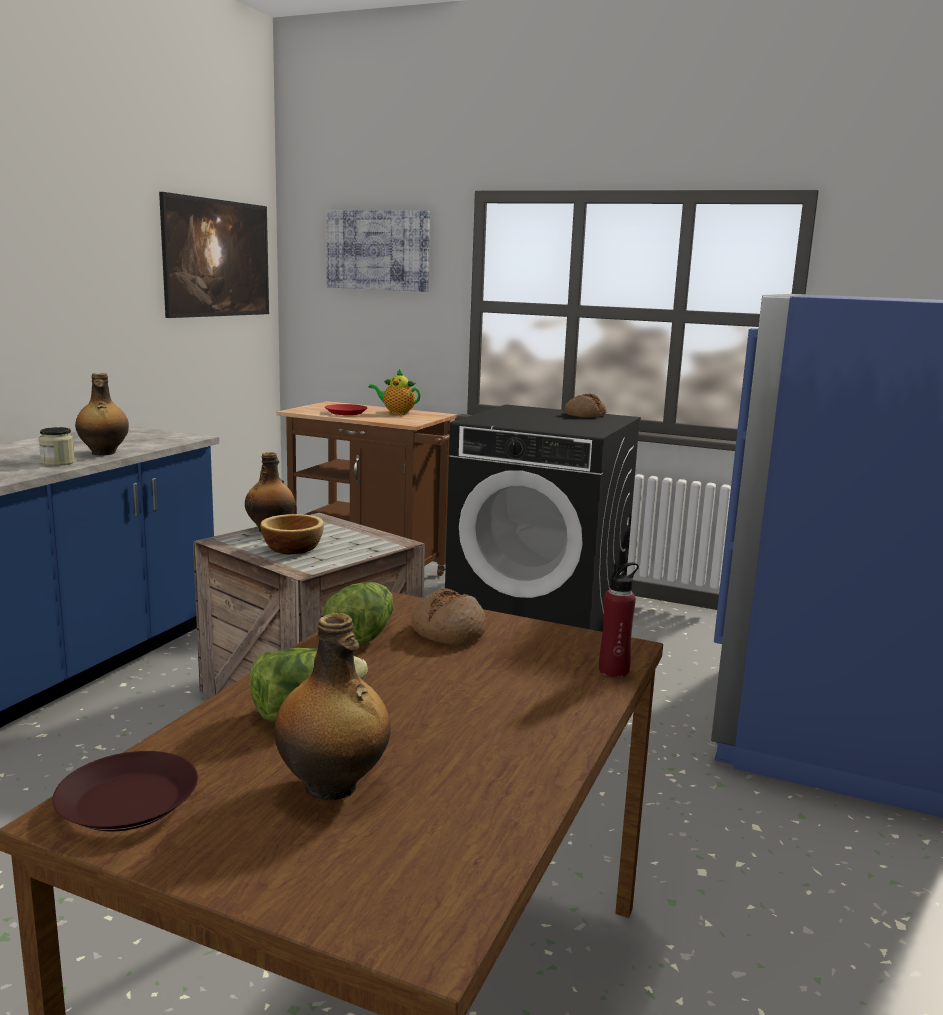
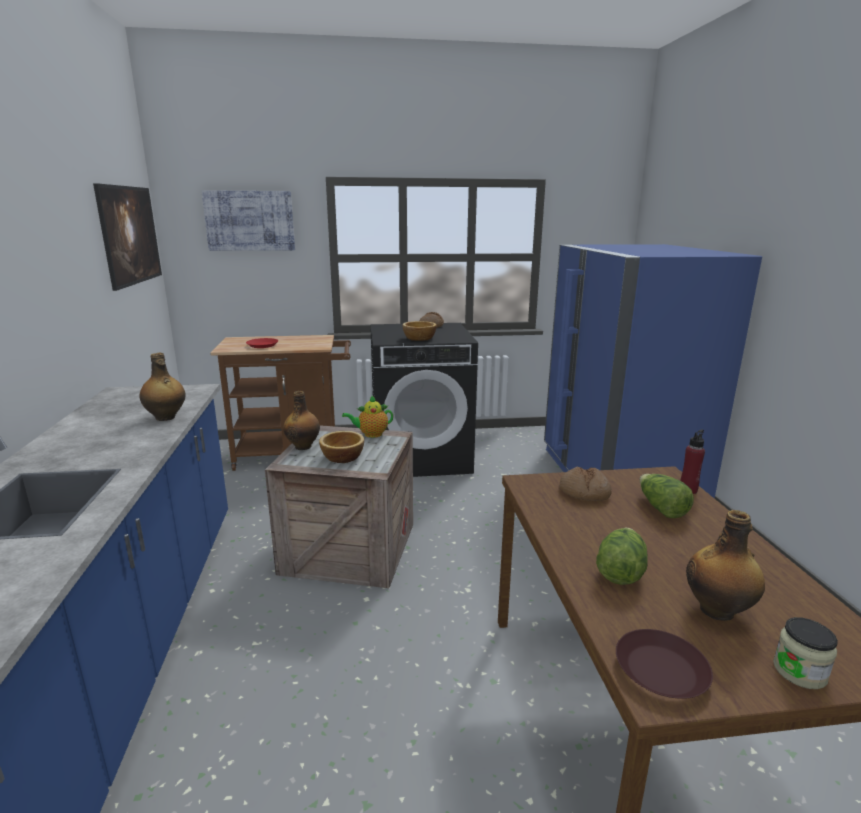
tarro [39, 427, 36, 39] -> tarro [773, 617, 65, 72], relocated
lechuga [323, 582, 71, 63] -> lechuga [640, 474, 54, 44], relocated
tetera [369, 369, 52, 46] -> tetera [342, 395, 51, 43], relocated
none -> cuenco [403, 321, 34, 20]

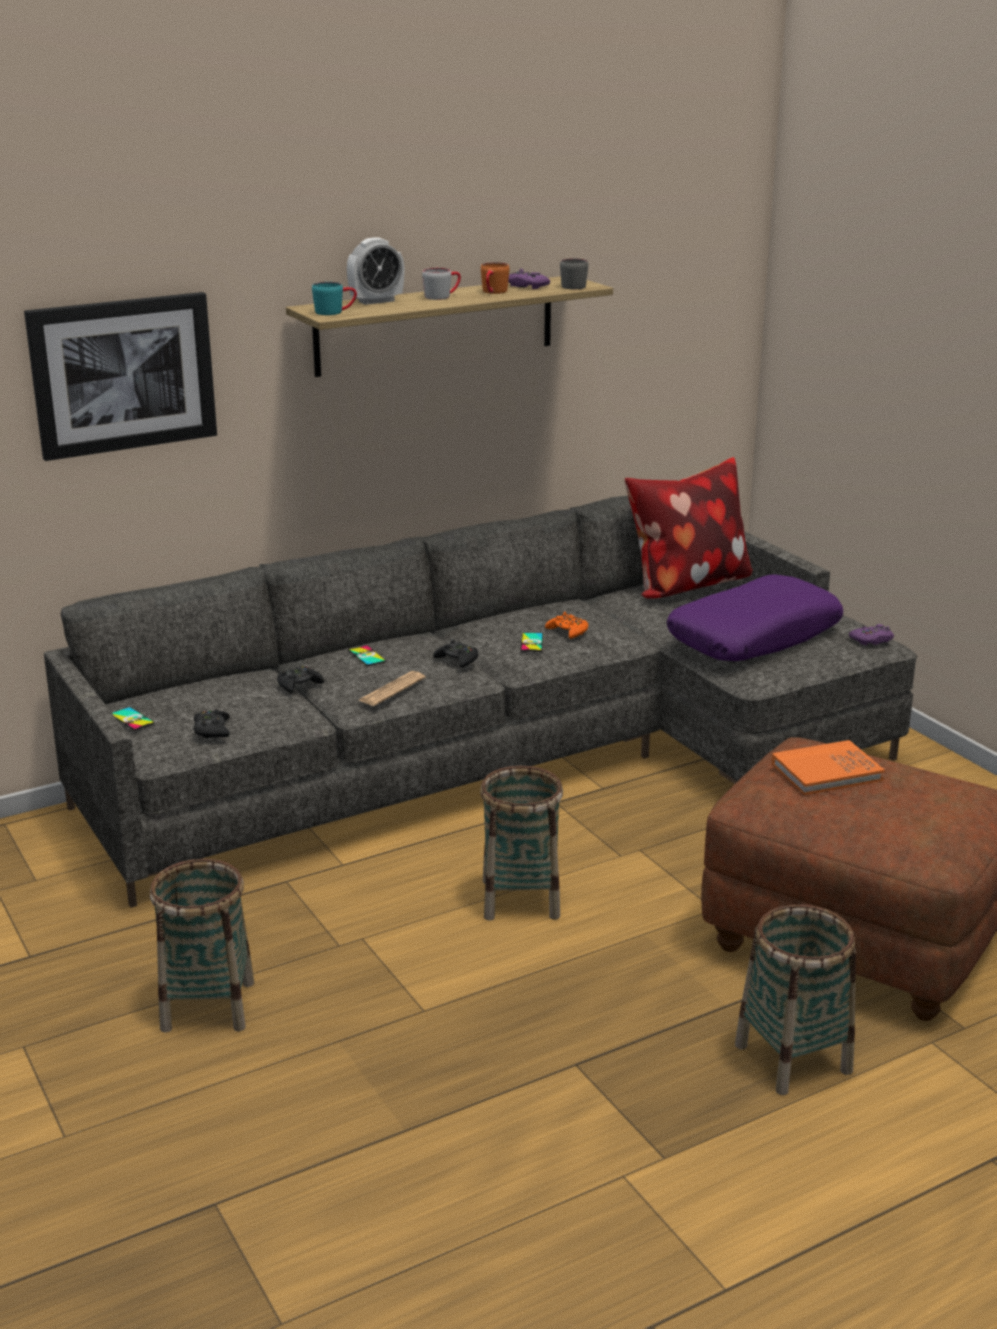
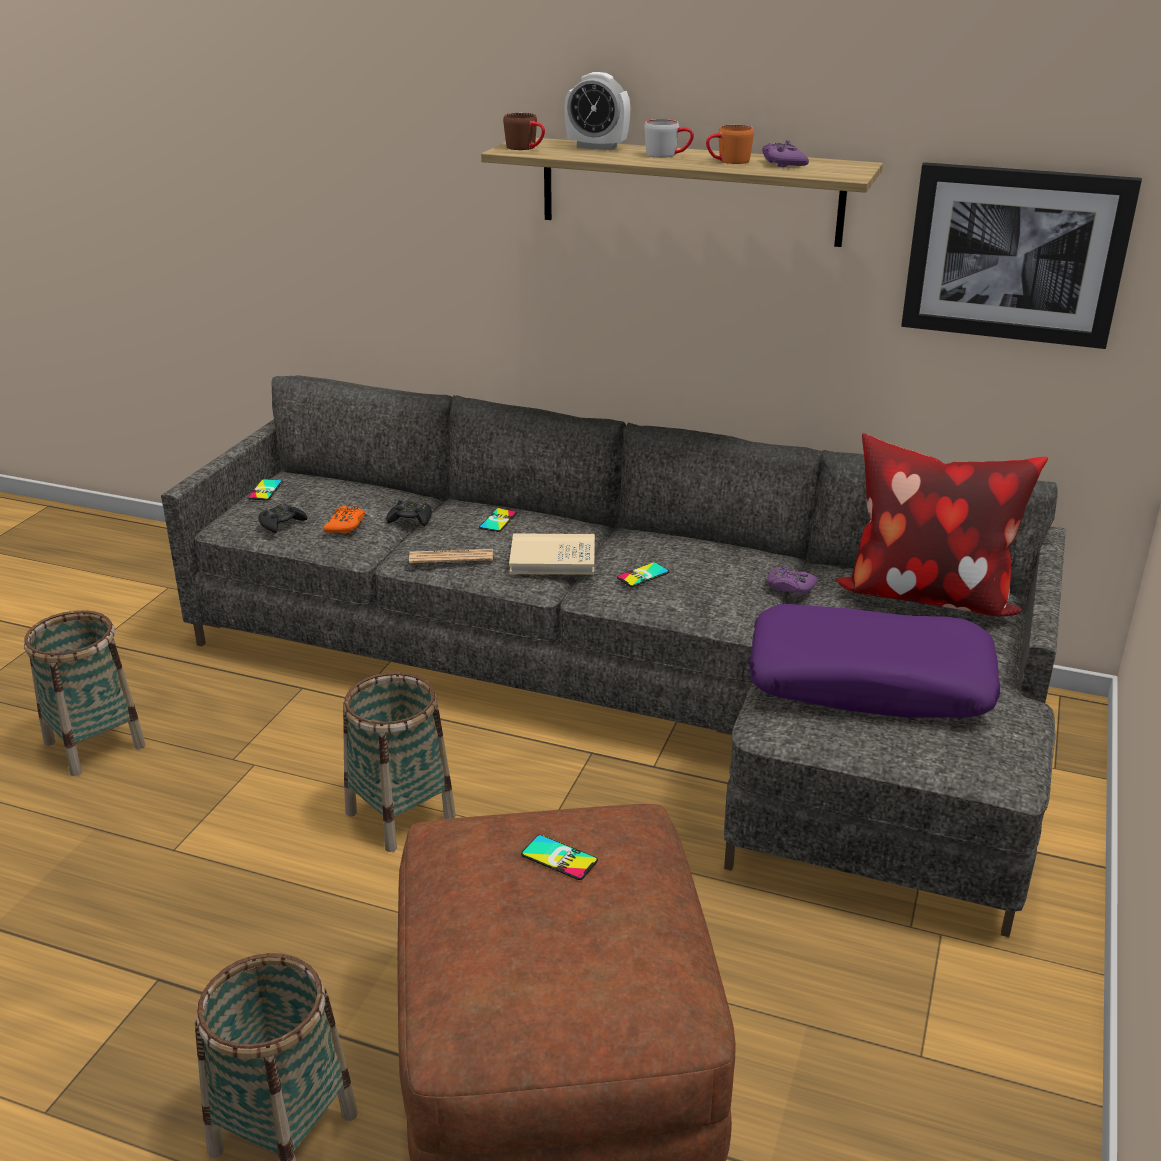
cuadro [24, 292, 193, 169] -> cuadro [901, 162, 241, 187], relocated
taza grande [turquesa] [312, 282, 45, 33] -> taza grande [marrón] [503, 113, 42, 37]
mando de consola [negro] [433, 639, 45, 29] -> libro [beis] [509, 533, 86, 42]
mando de consola [naranja] [545, 612, 43, 27] -> mando de consola [naranja] [323, 505, 42, 29], relocated
taza grande [gris] [560, 259, 28, 30] -> none
libro [naranja] [771, 740, 114, 55] -> móvil [521, 835, 77, 45]
mando de consola [morado] [849, 624, 45, 22] -> mando de consola [morado] [767, 566, 51, 29], relocated

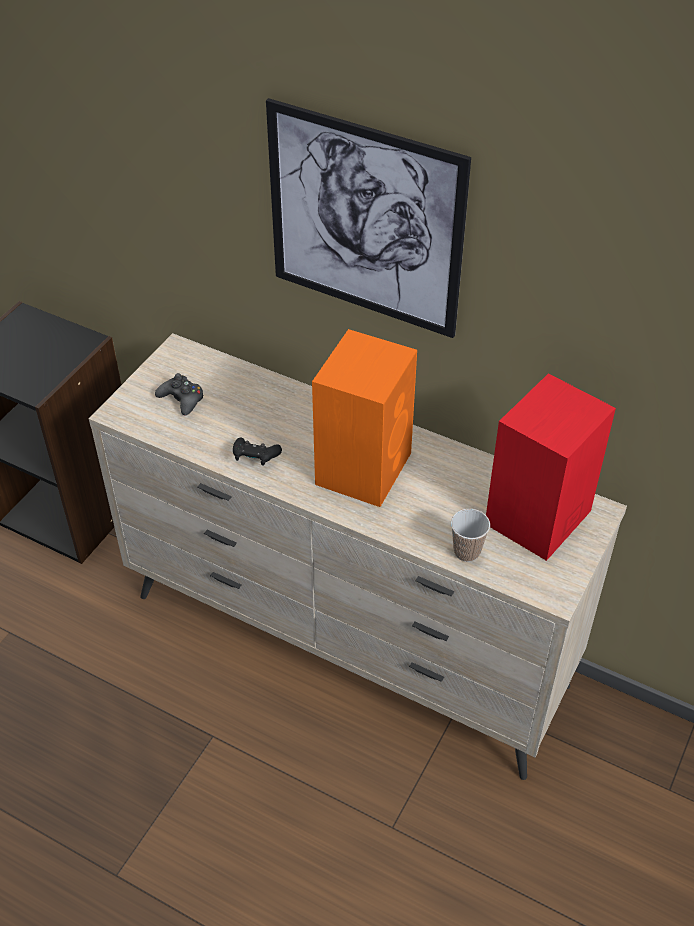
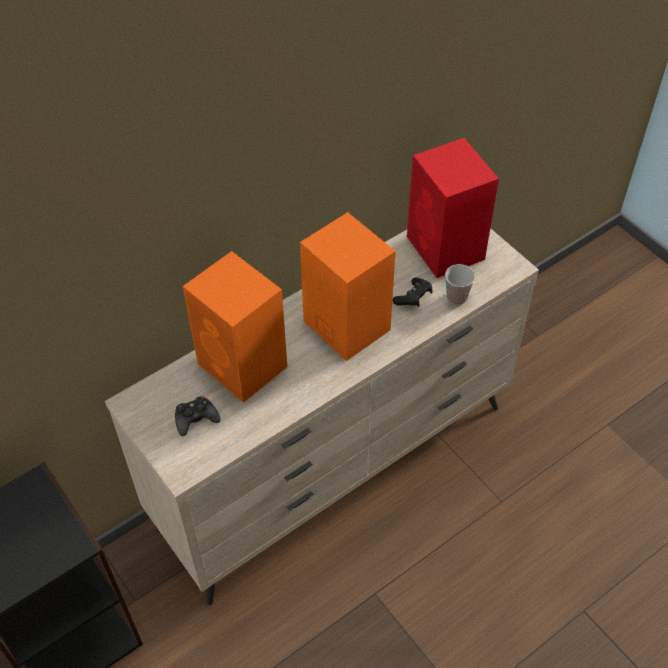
mando de consola [negro] [233, 438, 49, 28] -> mando de consola [negro] [393, 278, 39, 29], relocated
cuadro [266, 98, 205, 240] -> none
none -> altavoz [naranja] [183, 251, 104, 152]

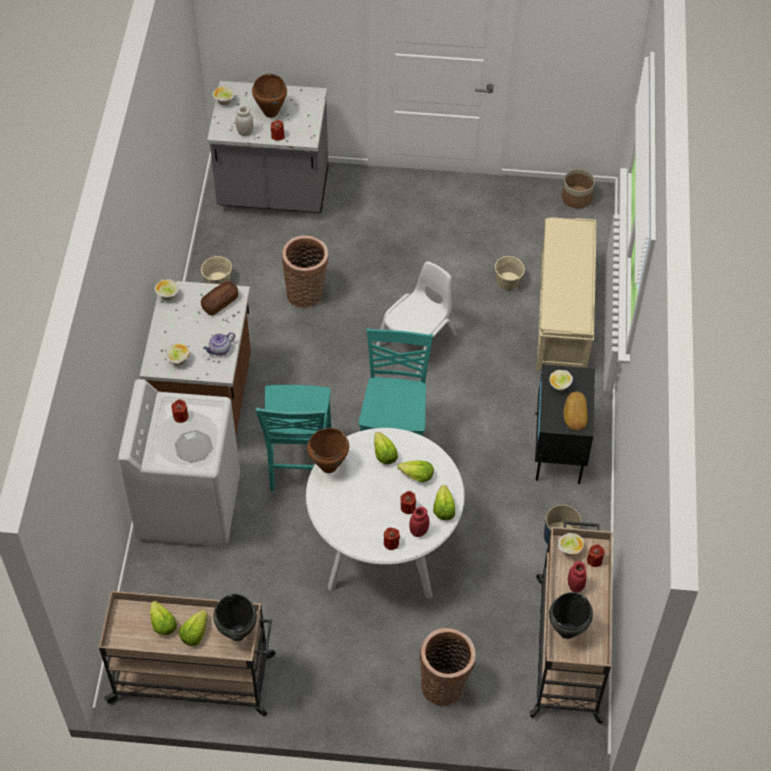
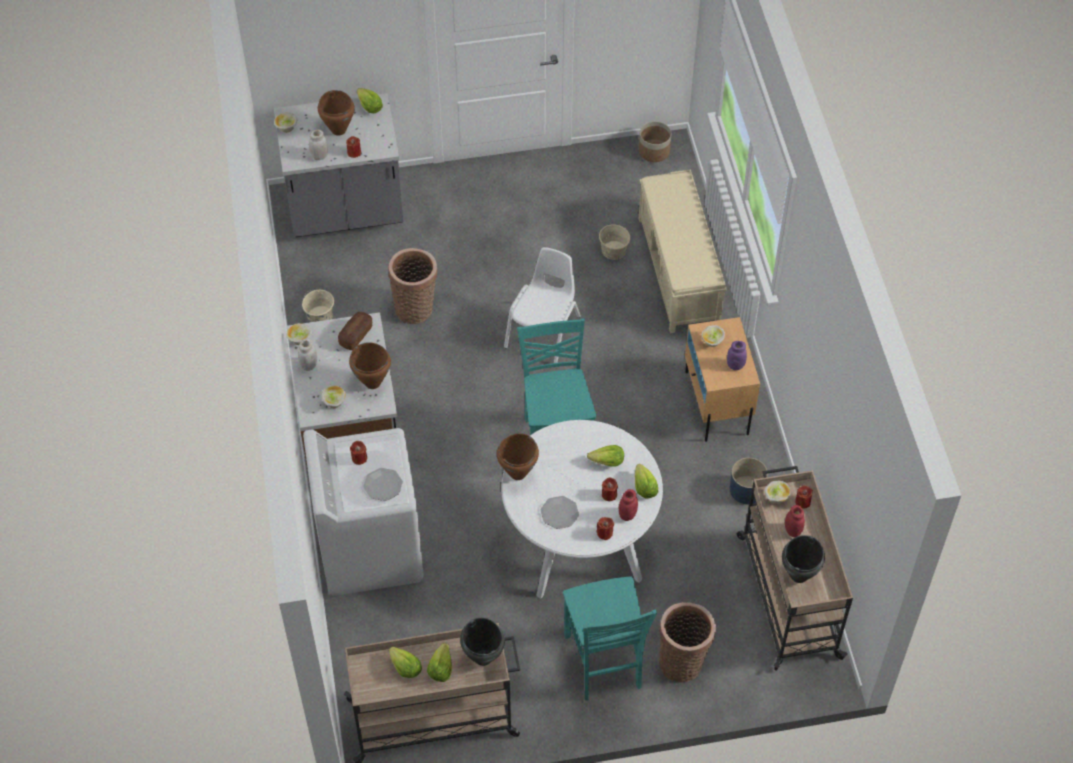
tetera [203, 332, 32, 24] -> olla [marrón] [349, 342, 42, 47]
silla [turquesa] [255, 385, 77, 107] -> silla [turquesa] [563, 577, 94, 123], relocated
lechuga [374, 432, 24, 33] -> lechuga [357, 88, 26, 25], relocated
mesita de noche [negro] [535, 365, 60, 119] -> mesita de noche [beis] [685, 317, 75, 125]
pan [564, 392, 24, 39] -> tarro [morado] [727, 341, 20, 29]
none -> tarro [blanco] [298, 339, 19, 32]
none -> plato [541, 496, 38, 33]

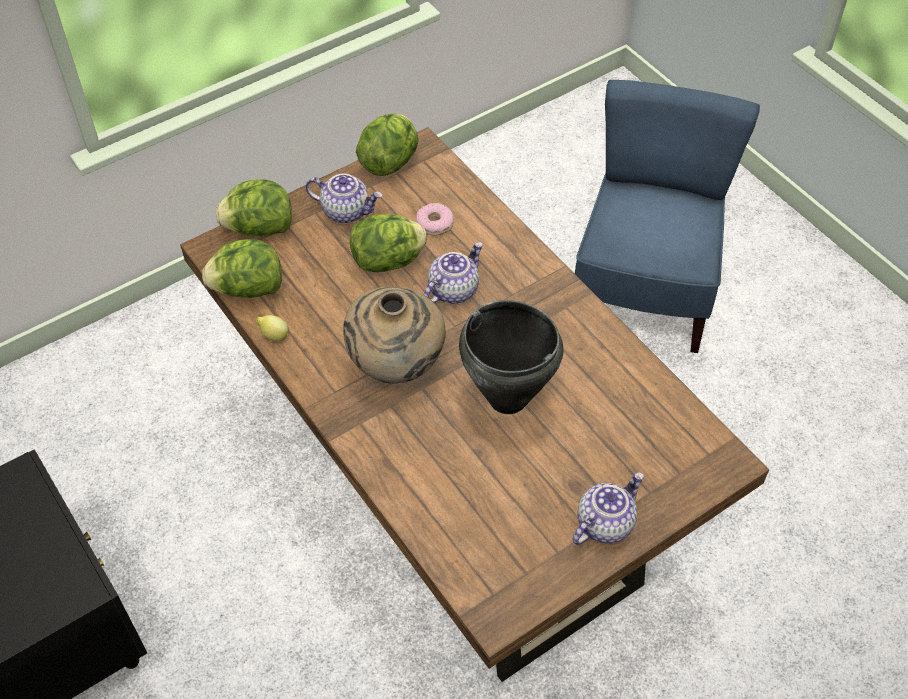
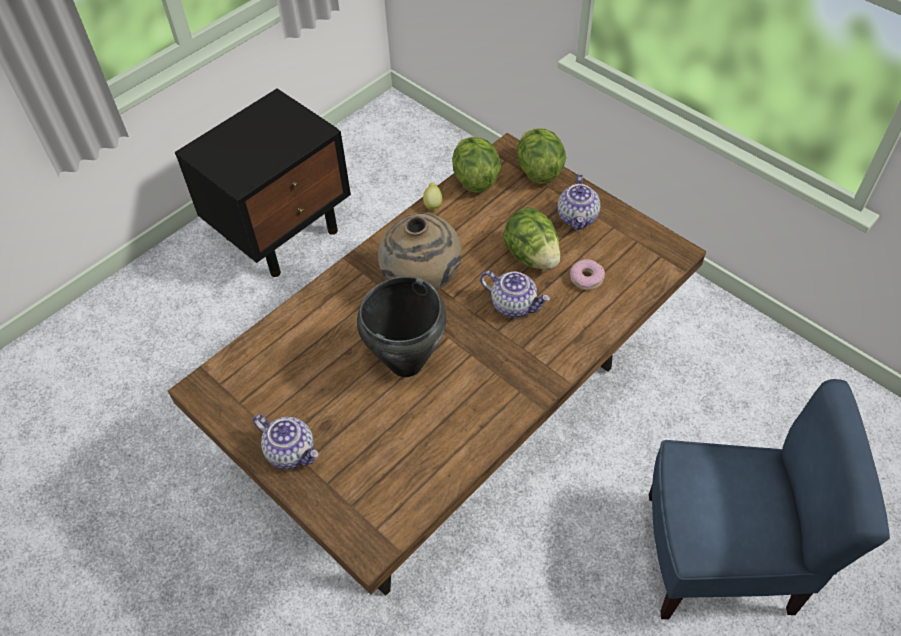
lechuga [356, 113, 62, 63] -> none

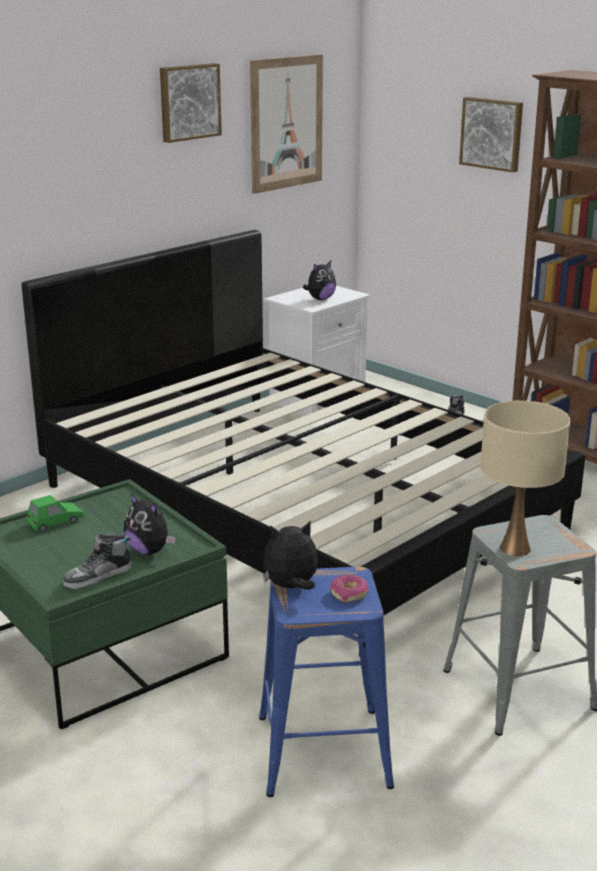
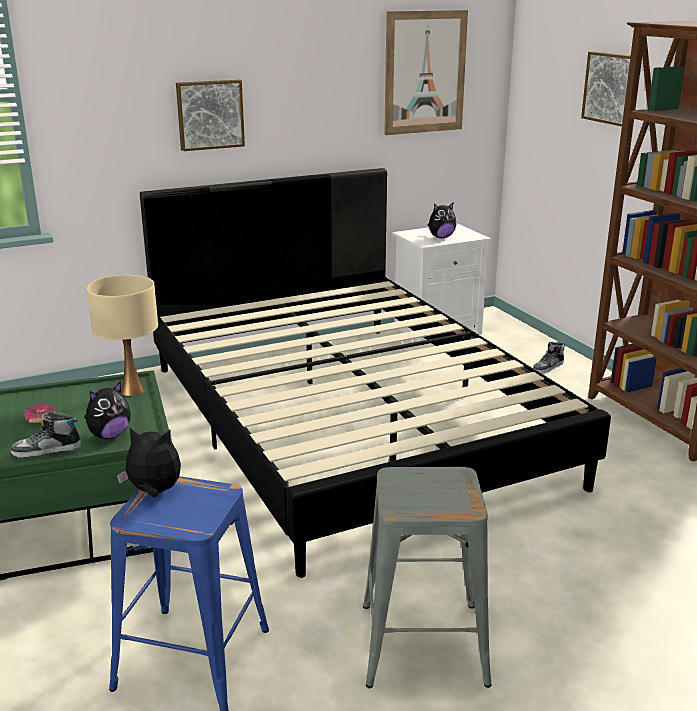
coche de juguete [verde] [26, 495, 59, 37] -> none
peluche [124, 493, 52, 62] -> peluche [84, 381, 47, 58], 105 degrees counterclockwise
cuadro [160, 63, 62, 80] -> cuadro [176, 80, 69, 71], relocated
rosquilla [330, 574, 38, 28] -> rosquilla [24, 404, 31, 19], relocated
lámpara de mesa [beis] [480, 401, 91, 155] -> lámpara de mesa [beis] [87, 275, 71, 121], relocated

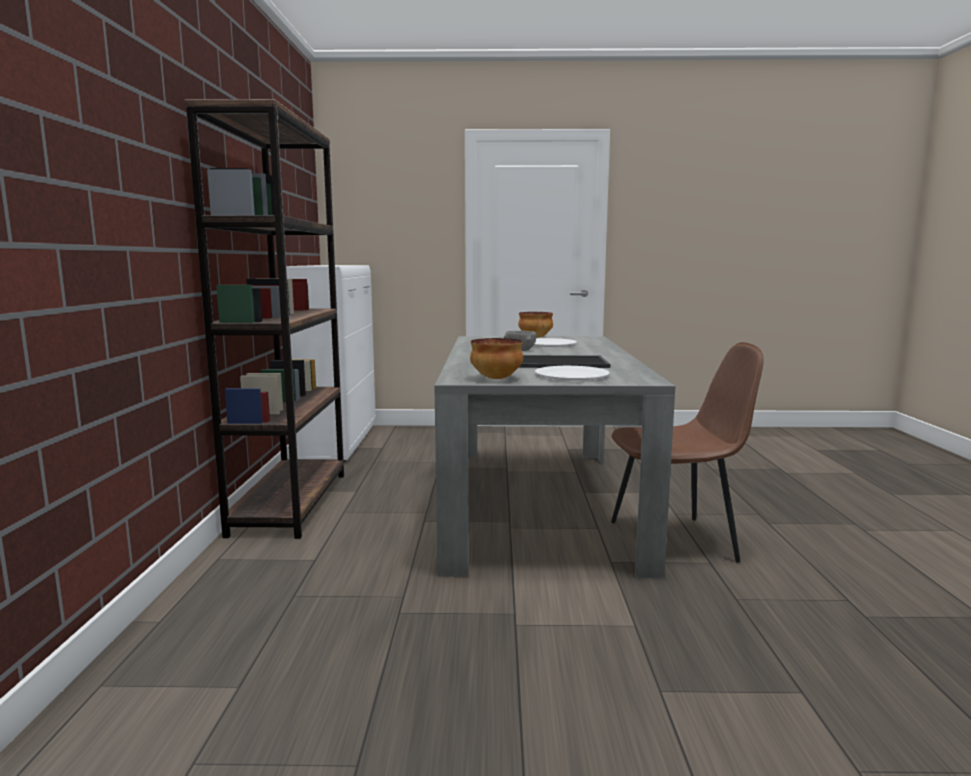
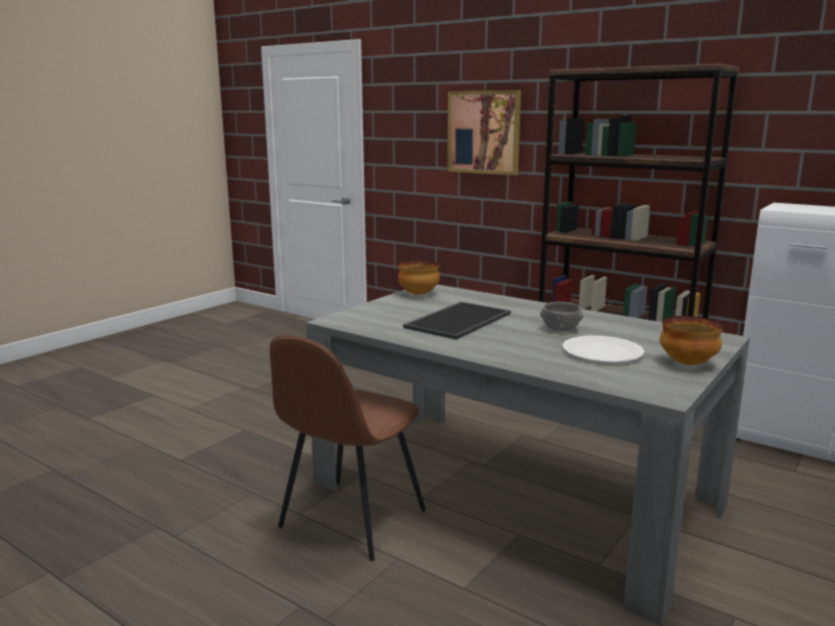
plato [blanco] [535, 366, 75, 15] -> none
none -> cuadro [447, 90, 74, 85]

